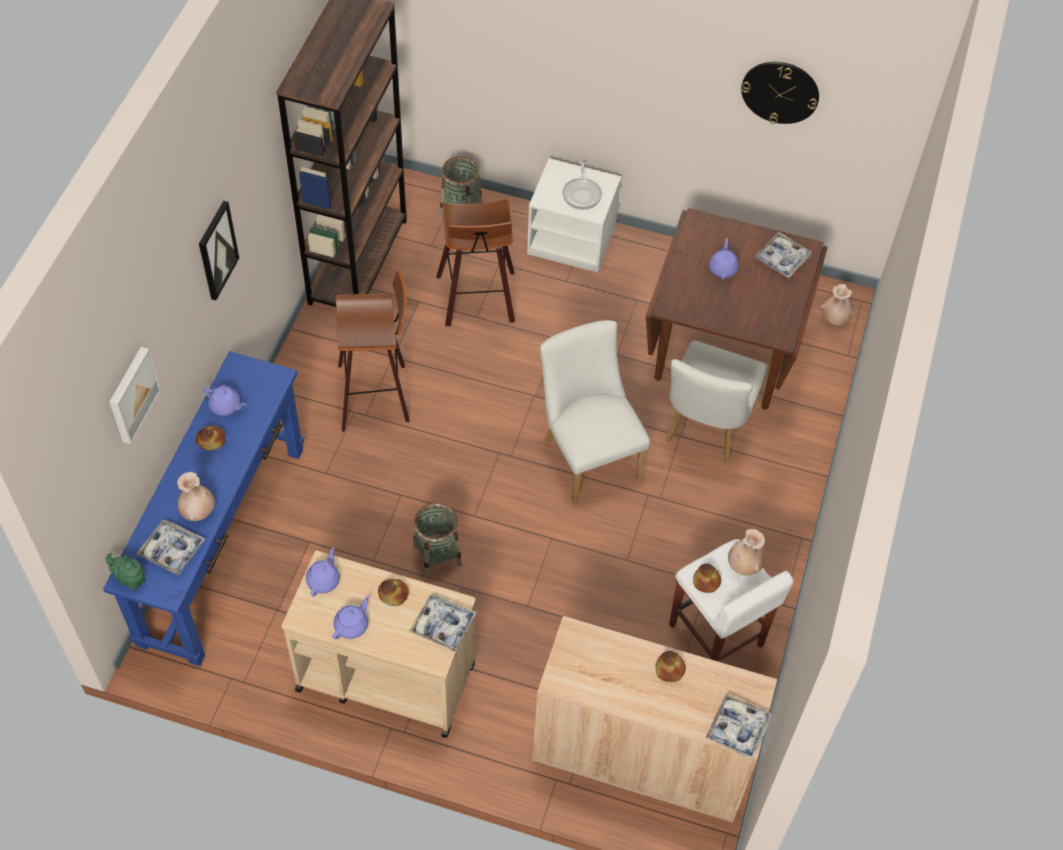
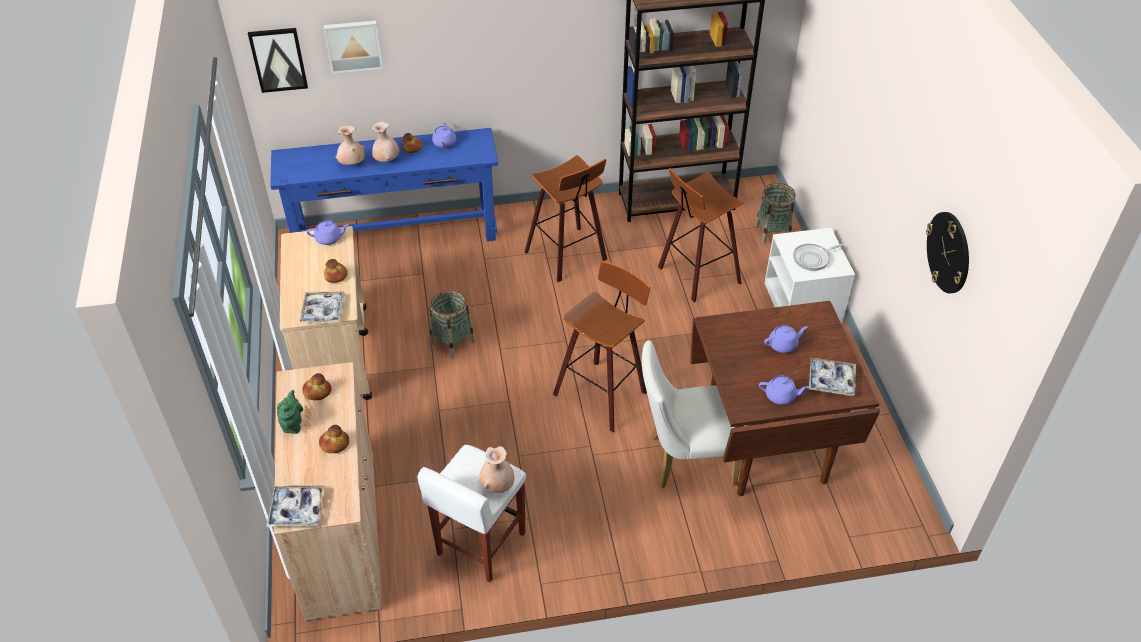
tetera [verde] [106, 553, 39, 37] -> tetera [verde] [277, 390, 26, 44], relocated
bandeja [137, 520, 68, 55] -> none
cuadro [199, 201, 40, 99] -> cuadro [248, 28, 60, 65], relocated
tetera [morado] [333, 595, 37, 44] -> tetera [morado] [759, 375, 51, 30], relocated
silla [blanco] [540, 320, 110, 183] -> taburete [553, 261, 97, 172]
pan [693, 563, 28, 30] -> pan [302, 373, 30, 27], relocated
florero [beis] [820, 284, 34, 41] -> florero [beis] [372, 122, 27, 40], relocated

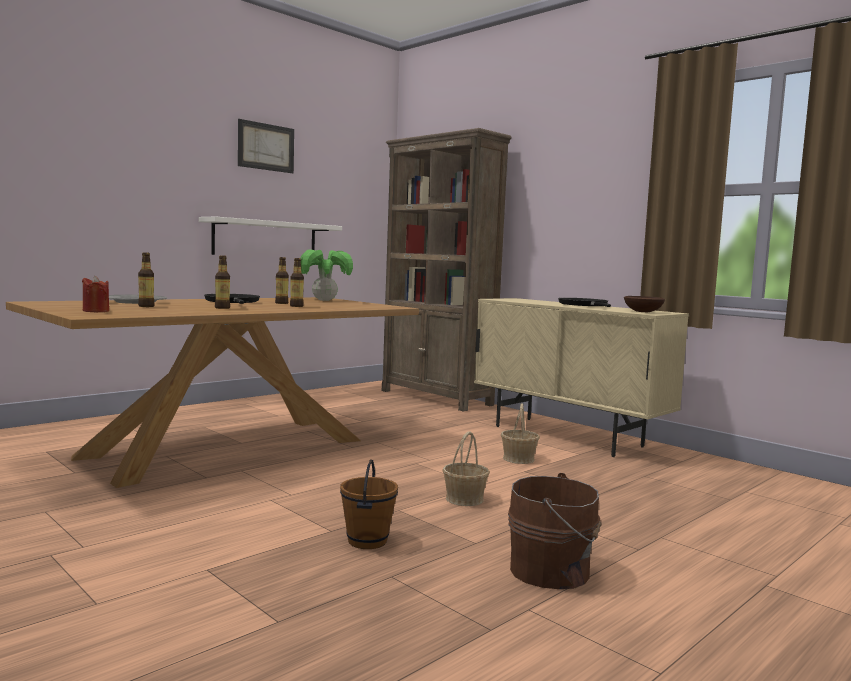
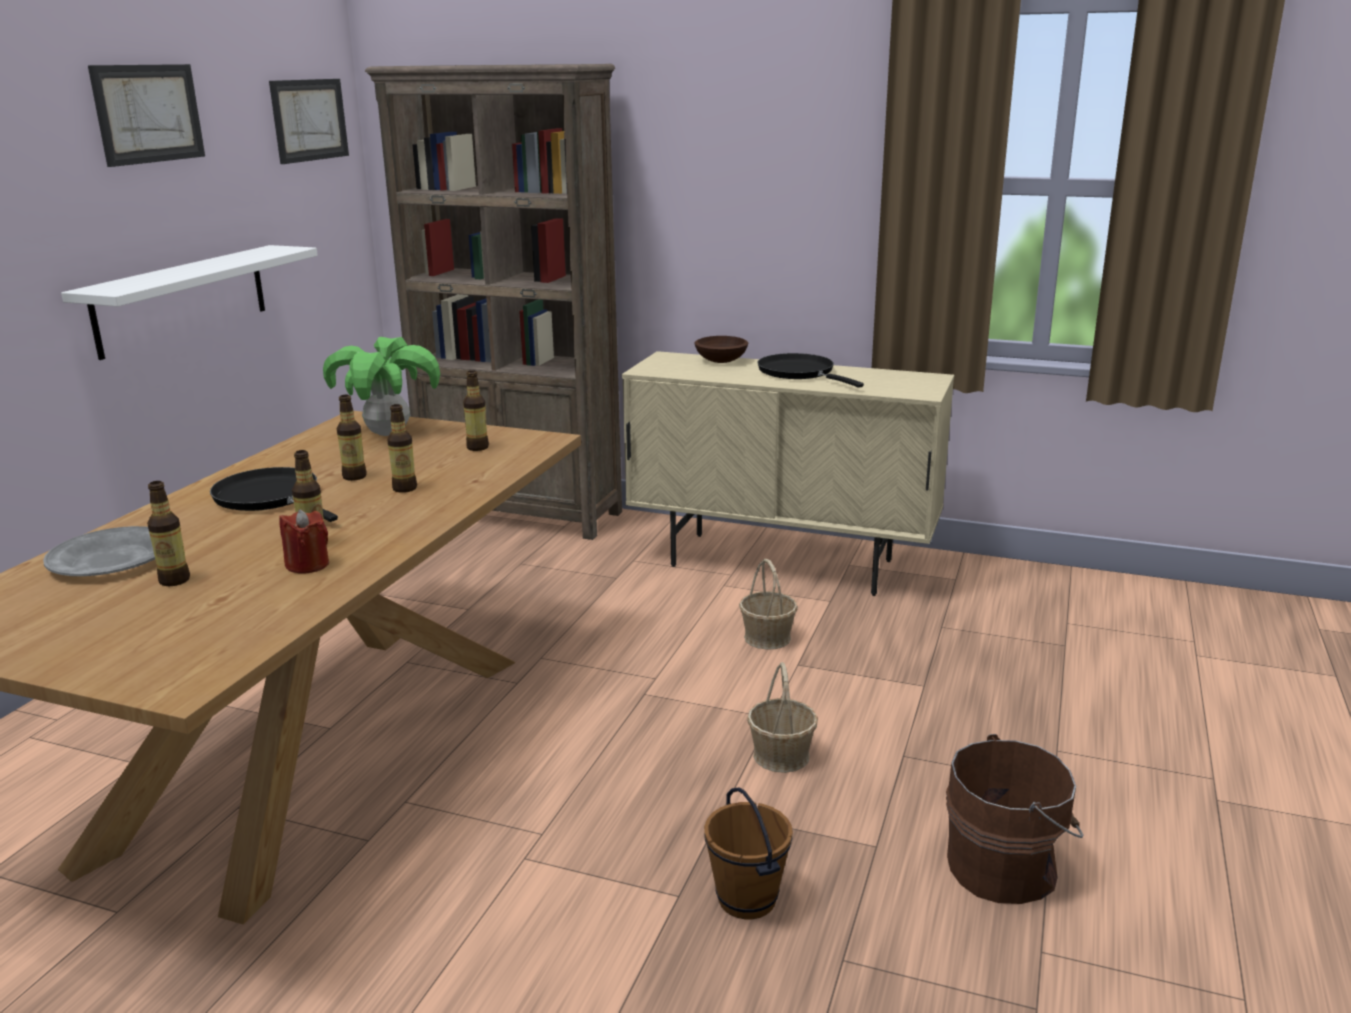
vela [rojo] [82, 275, 27, 37] -> vela [rojo] [279, 509, 50, 65], relocated
cuenco [marrón] [624, 296, 41, 16] -> cuenco [marrón] [695, 336, 53, 27], relocated
none -> cuadro [269, 79, 80, 85]
none -> botella [463, 370, 26, 81]

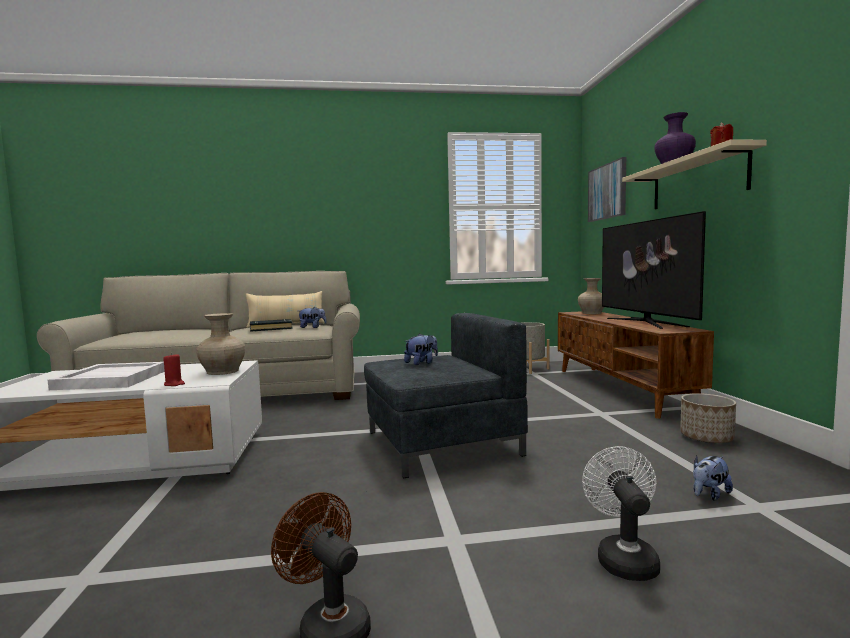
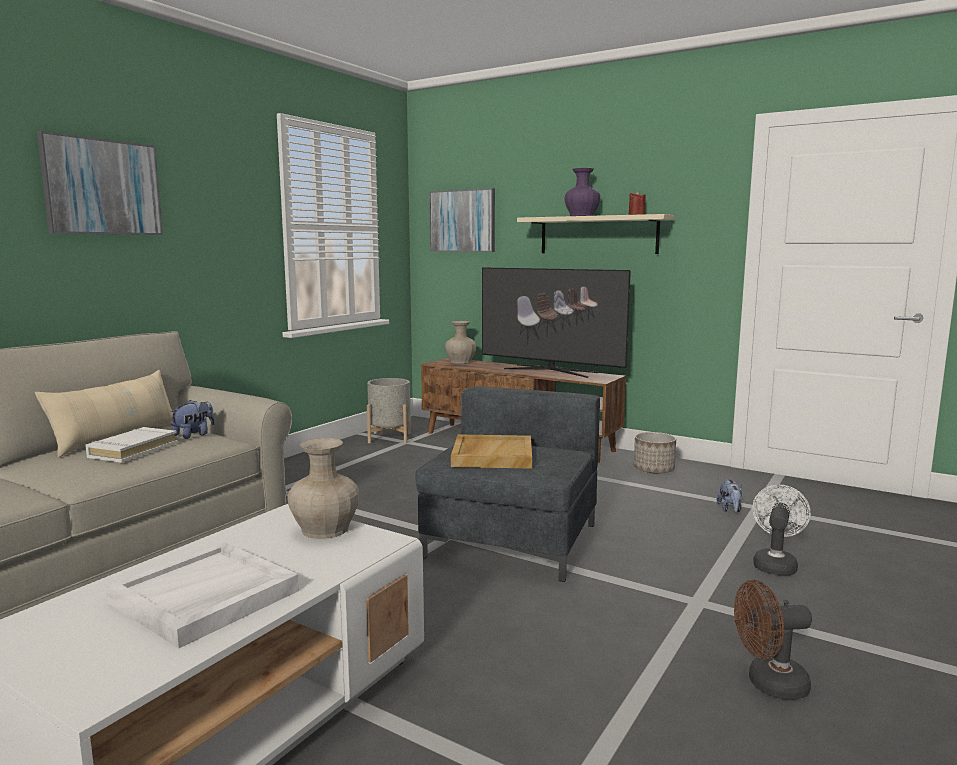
vela [rojo] [163, 353, 22, 33] -> none
libro [negro] [250, 319, 43, 13] -> libro [blanco] [85, 427, 92, 36]
peluche [404, 333, 34, 32] -> bandeja [beis] [451, 434, 81, 35]
ventilador [blanco] [582, 446, 78, 135] -> ventilador [blanco] [752, 485, 59, 91], 75 degrees clockwise
none -> cuadro [37, 131, 126, 104]

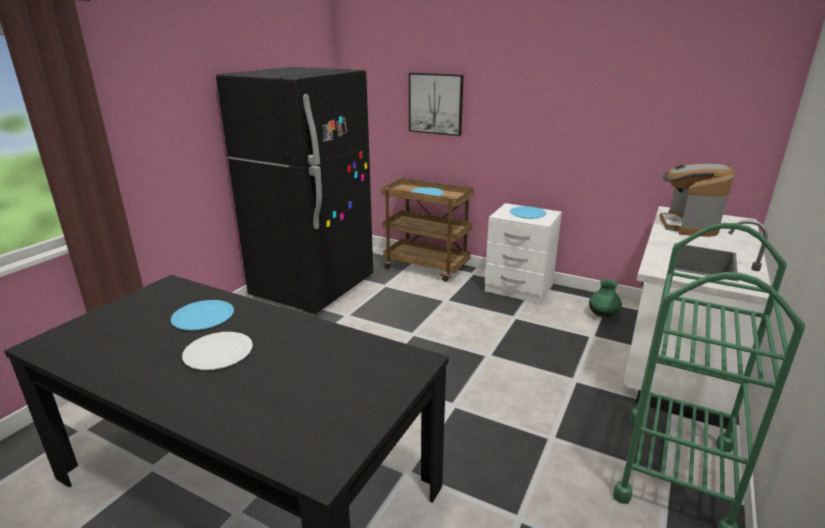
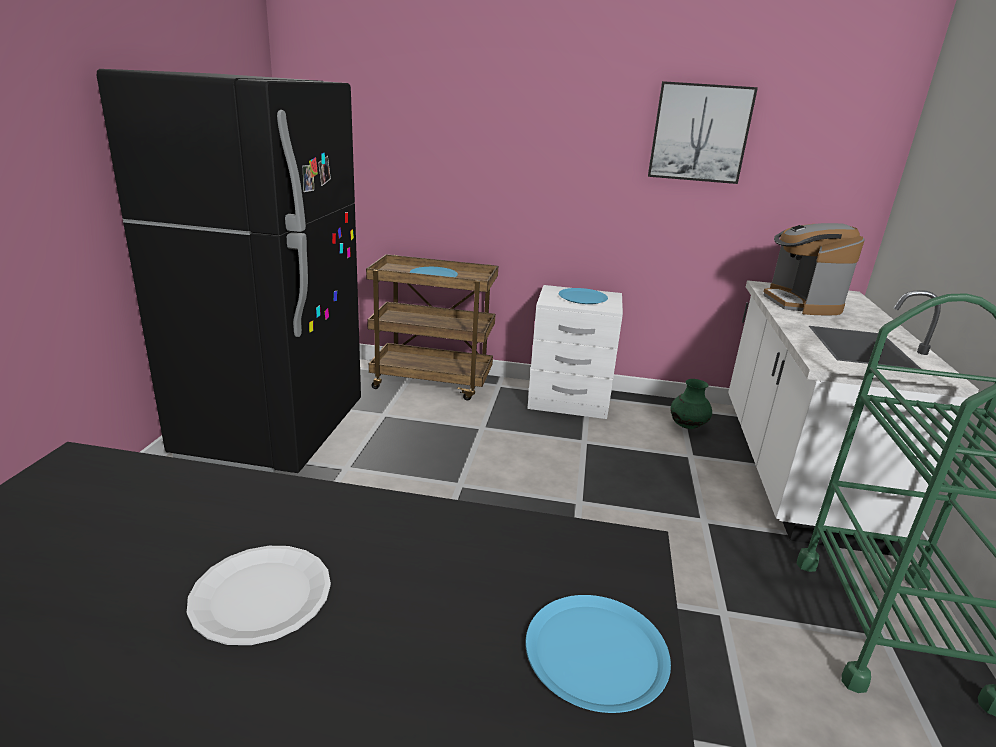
plato [azul] [171, 300, 63, 30] -> plato [azul] [525, 595, 146, 118], relocated
cuadro [409, 73, 55, 63] -> cuadro [648, 81, 110, 103], relocated

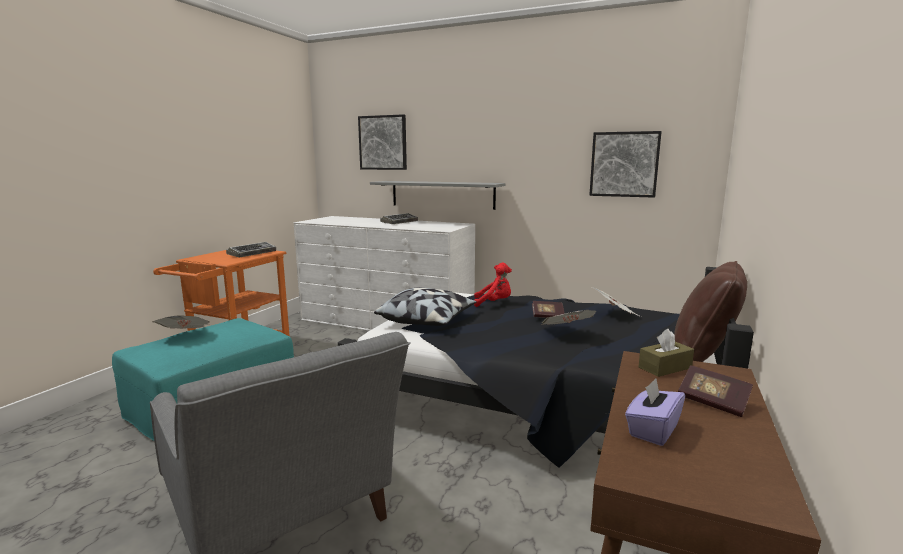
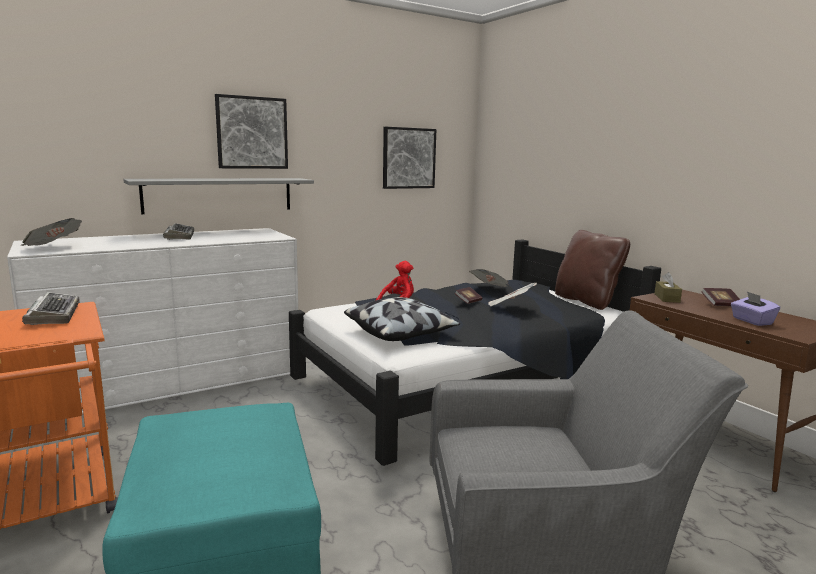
periódico [152, 315, 58, 14] -> periódico [21, 218, 61, 28], relocated
cuadro [358, 114, 49, 56] -> cuadro [215, 94, 73, 75], relocated

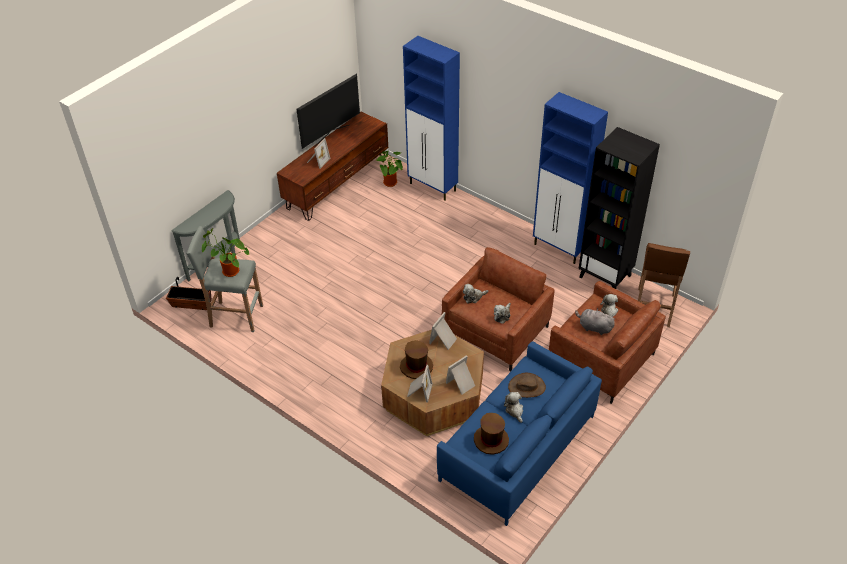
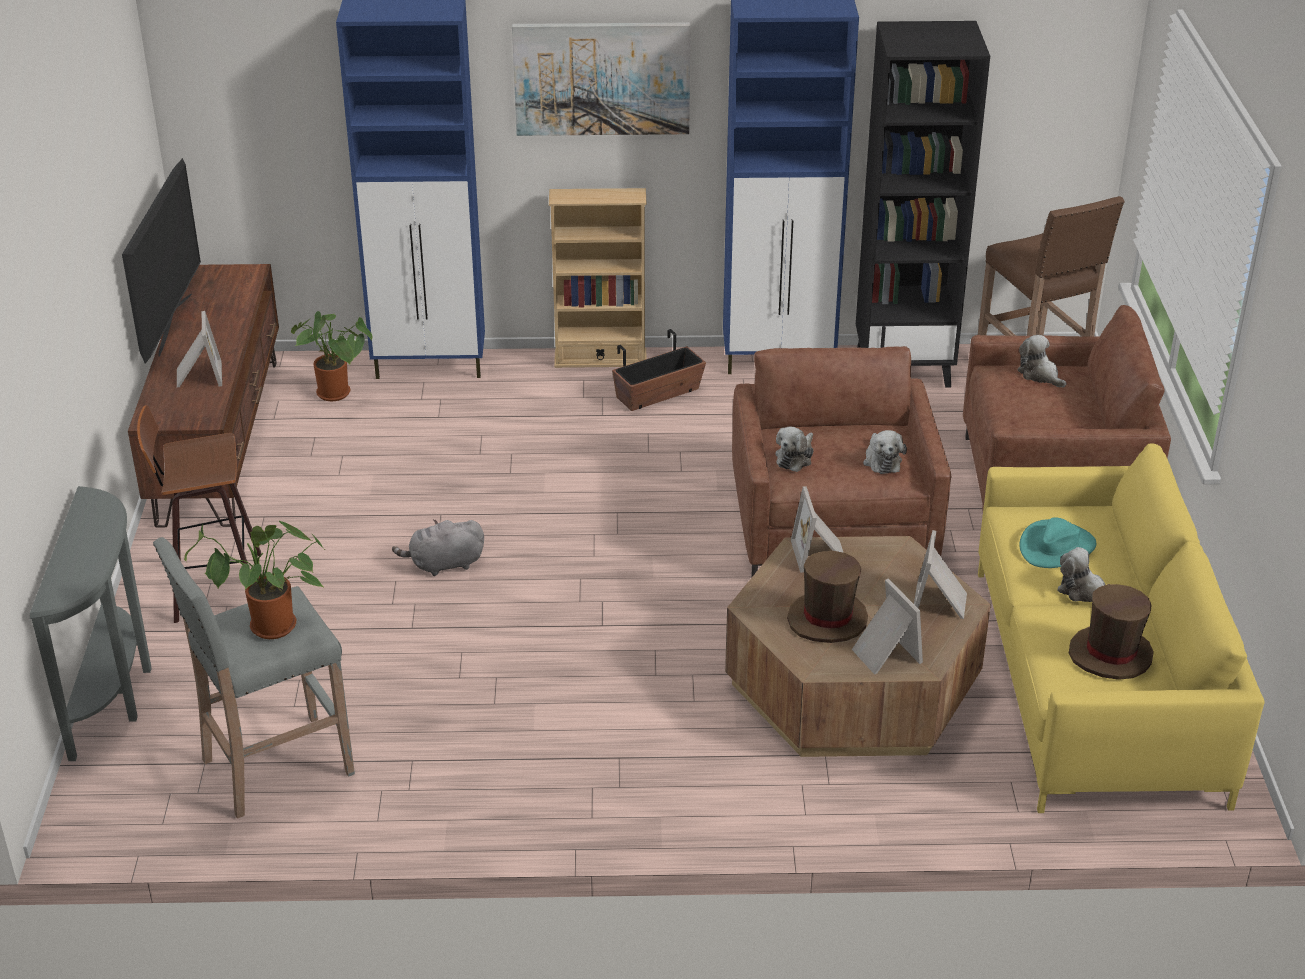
maceta [166, 277, 45, 33] -> maceta [612, 329, 94, 82], relocated
sofá [azul] [437, 341, 165, 185] -> sofá [amarillo] [978, 443, 287, 370]
sombrero [marrón] [508, 373, 38, 25] -> sombrero [turquesa] [1019, 517, 77, 51]
peluche [gris] [575, 308, 40, 27] -> peluche [gris] [392, 519, 92, 57], relocated
none -> taburete [137, 406, 124, 217]
none -> cuadro [512, 23, 179, 113]
none -> estantería [beis] [549, 188, 98, 180]

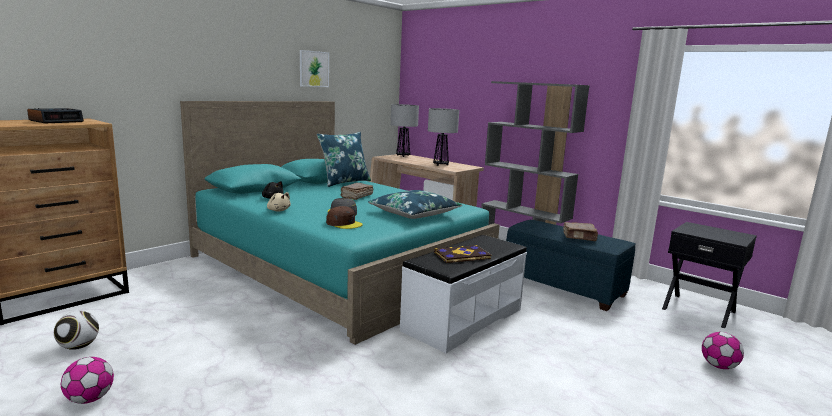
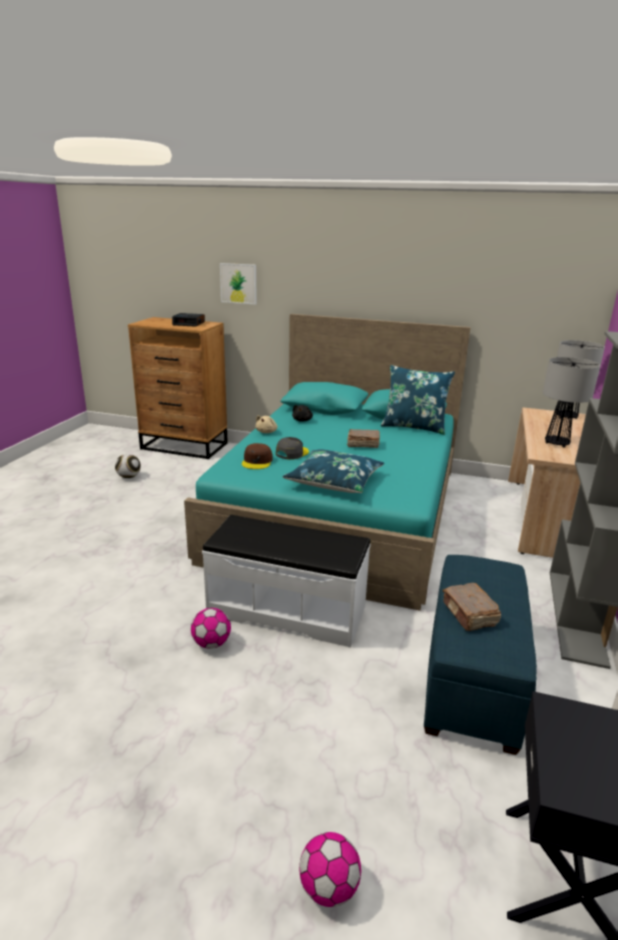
balón de fútbol [61, 357, 53, 47] -> balón de fútbol [191, 608, 40, 41], relocated
cuadro [300, 50, 29, 37] -> cuadro [220, 263, 37, 42], relocated
libro [434, 245, 57, 18] -> none

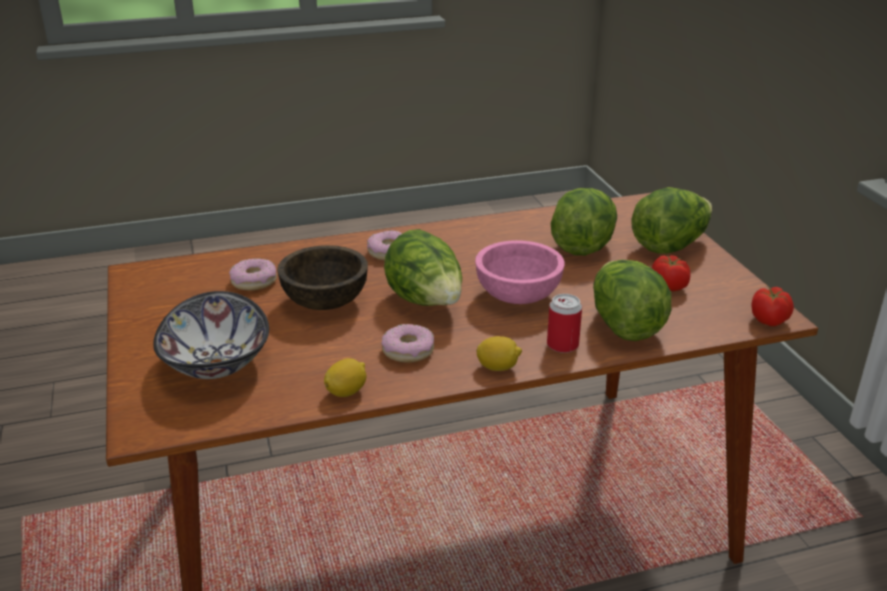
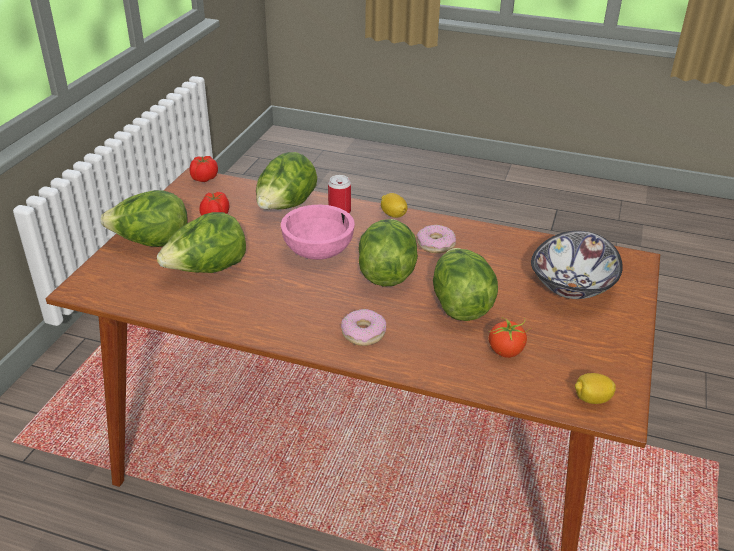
rosquilla [229, 258, 48, 33] -> tomate [489, 318, 42, 40]
cuenco [marrón] [277, 245, 91, 65] -> lechuga [433, 248, 65, 73]
limón [324, 358, 42, 39] -> limón [575, 373, 41, 31], relocated

